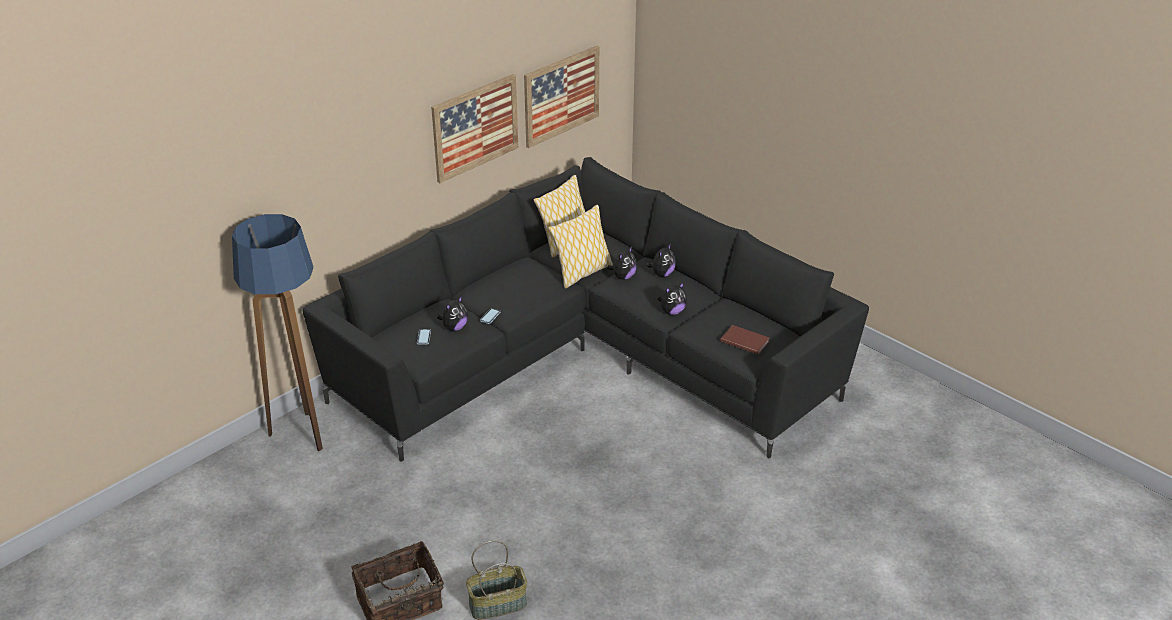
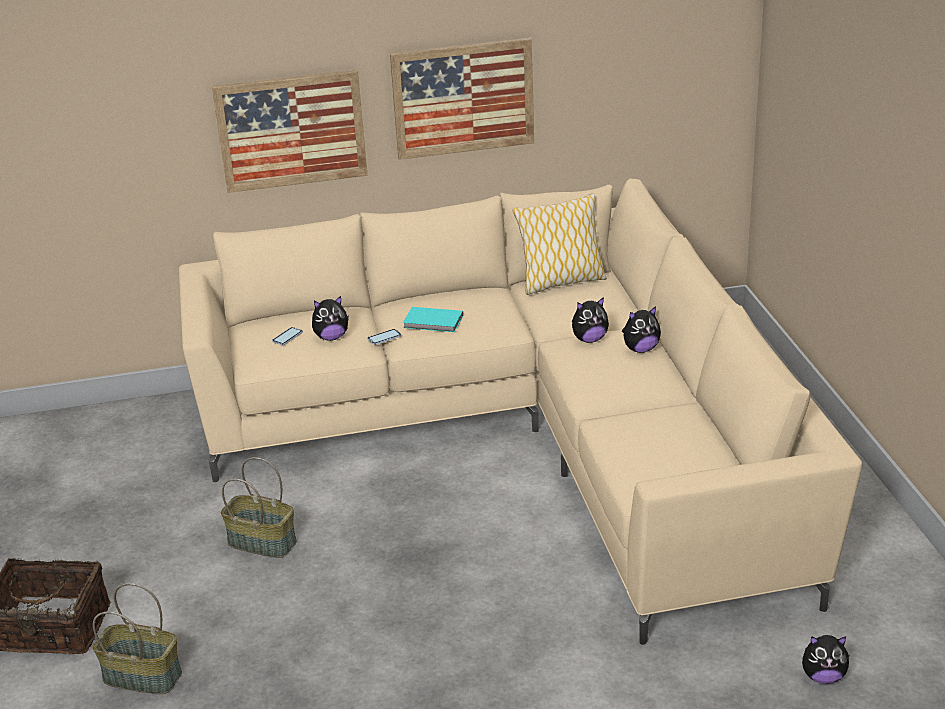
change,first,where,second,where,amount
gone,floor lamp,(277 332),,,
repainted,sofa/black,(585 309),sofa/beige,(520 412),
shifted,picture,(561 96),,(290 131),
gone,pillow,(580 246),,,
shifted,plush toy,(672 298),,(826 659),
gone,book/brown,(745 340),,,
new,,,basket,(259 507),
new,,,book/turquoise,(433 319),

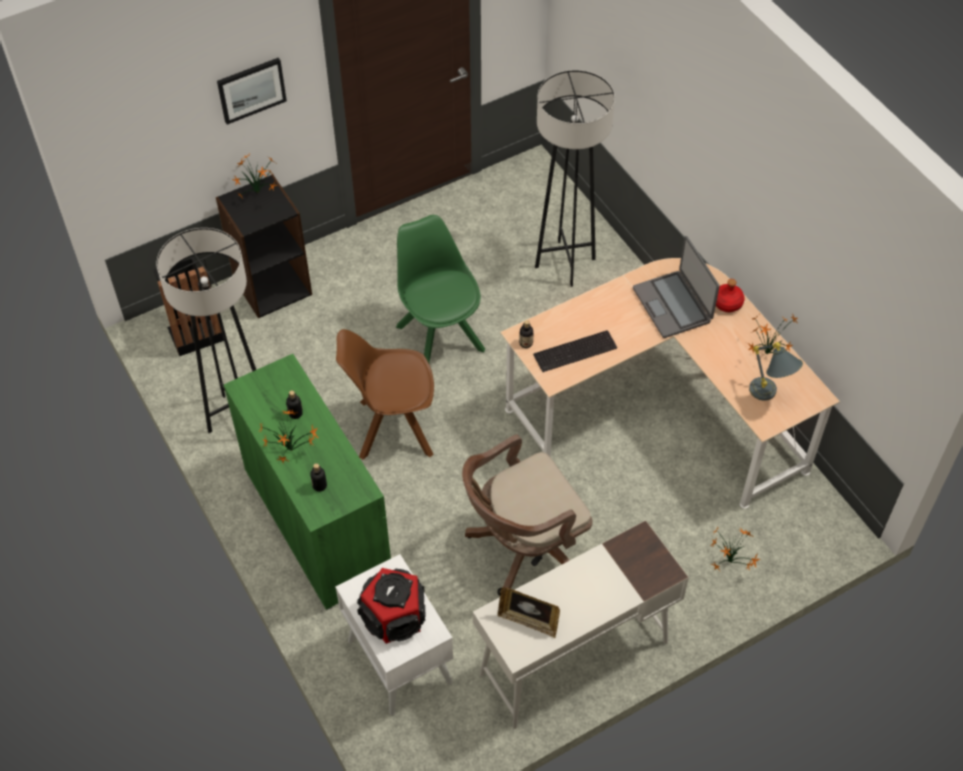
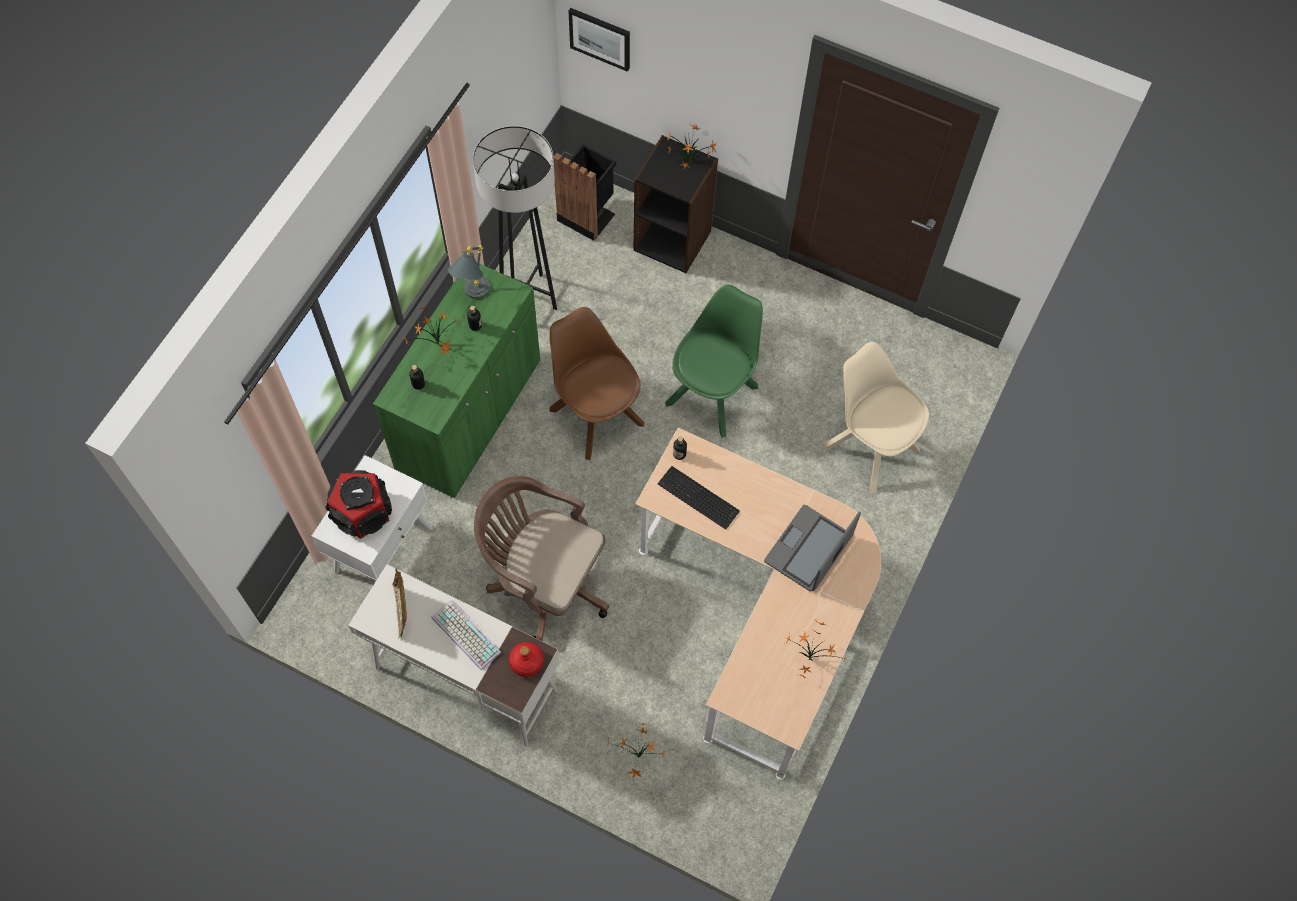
change,first,where,second,where,amount
shifted,picture,(252 91),,(599 40),
swapped,floor lamp/grey,(575 178),chair/beige,(876 417),
shifted,bottle/red,(730 295),,(526 659),
shifted,table lamp/grey,(776 371),,(469 272),
new,,,keyboard,(466 635),

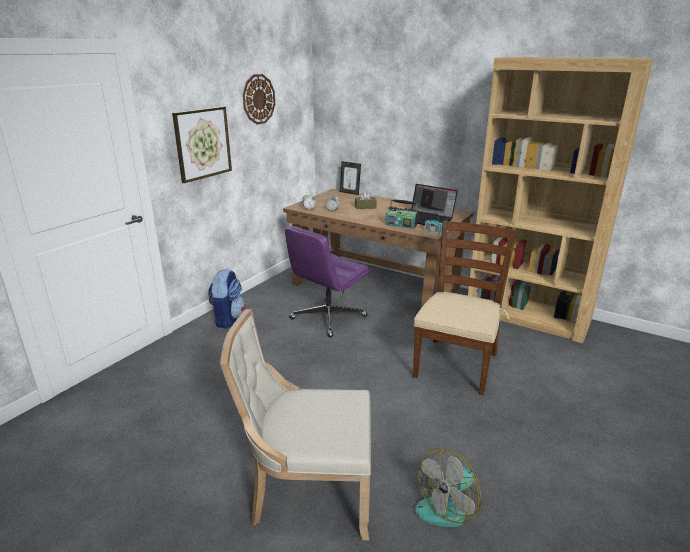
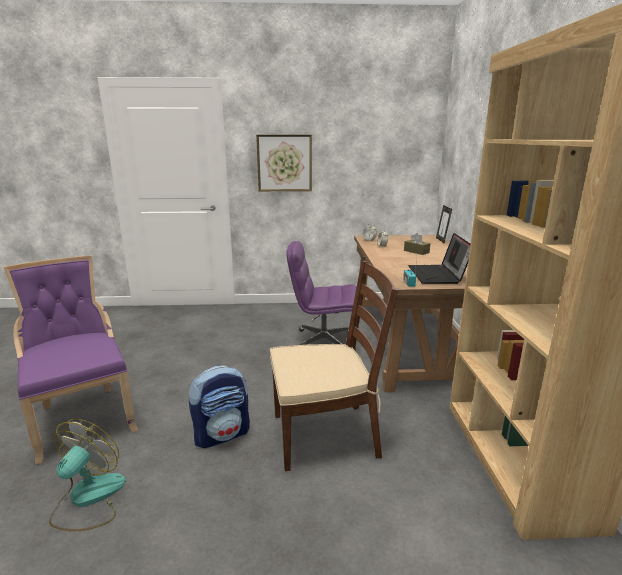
change,first,where,second,where,amount
shifted,backpack,(227 299),,(219 406),
repainted,chair/beige,(295 425),chair/purple,(71 360),
gone,wall clock,(259 99),,,
gone,radio,(402 214),,,
rotated,fan,(448 487),,(87 475),90 degrees clockwise

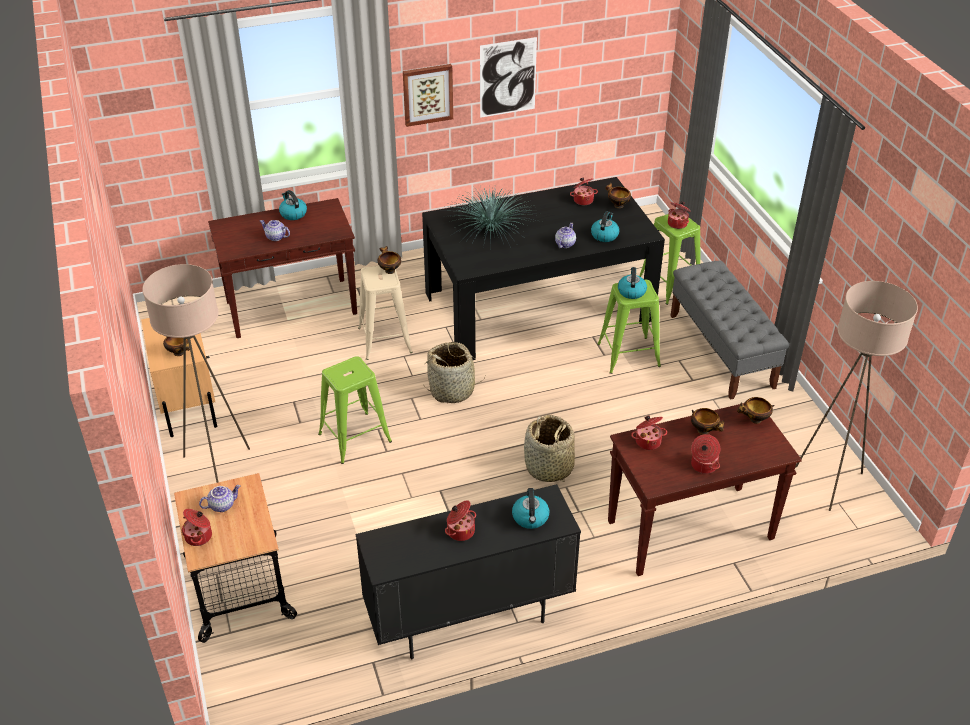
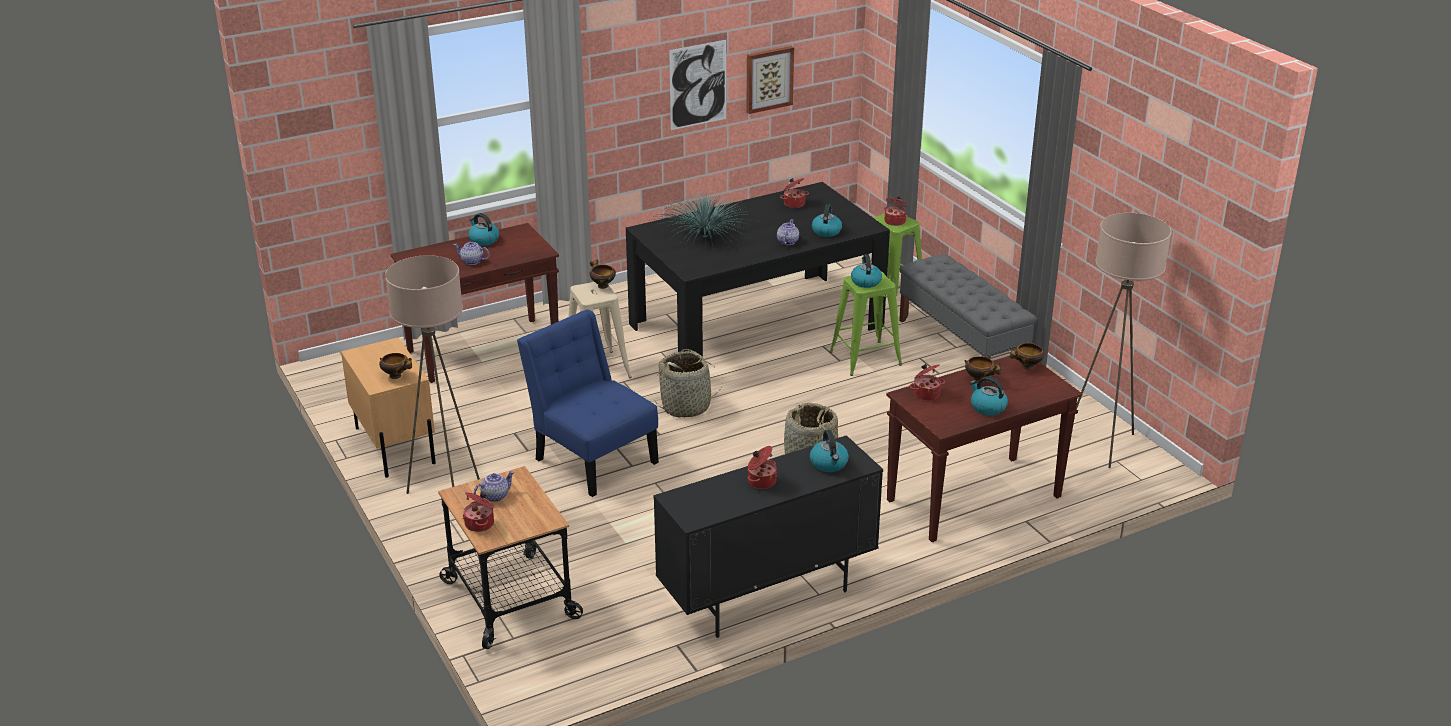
change,first,where,second,where,amount
swapped,stool/green,(355 410),chair/blue,(588 403),
shifted,picture,(428 95),,(770 80),
gone,bowl,(618 195),,,
swapped,cooking pot,(705 454),kettle,(989 396),

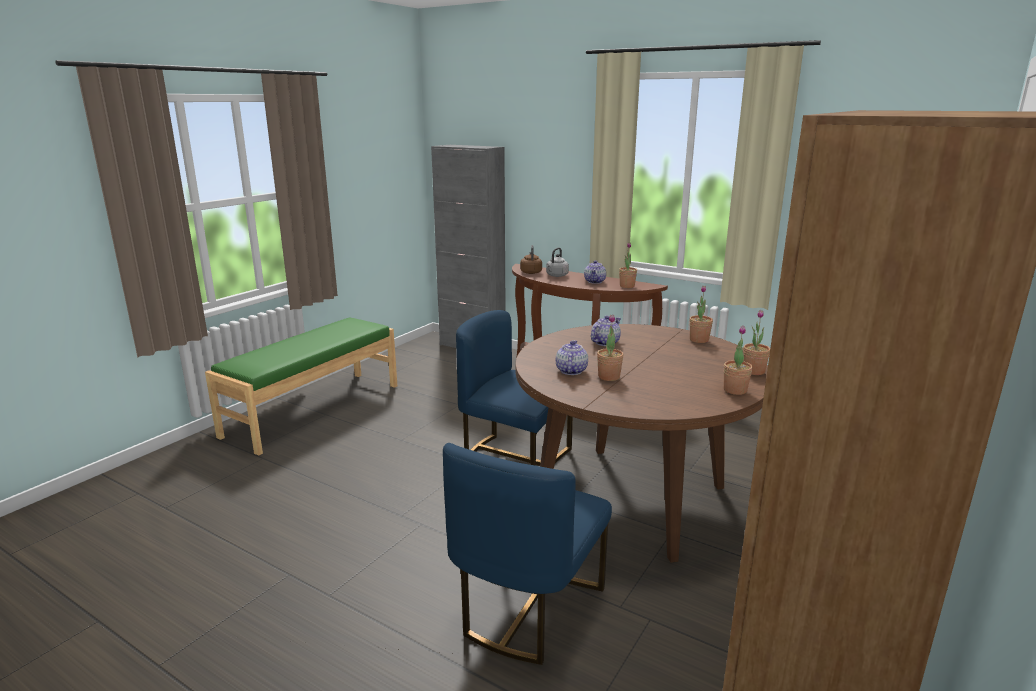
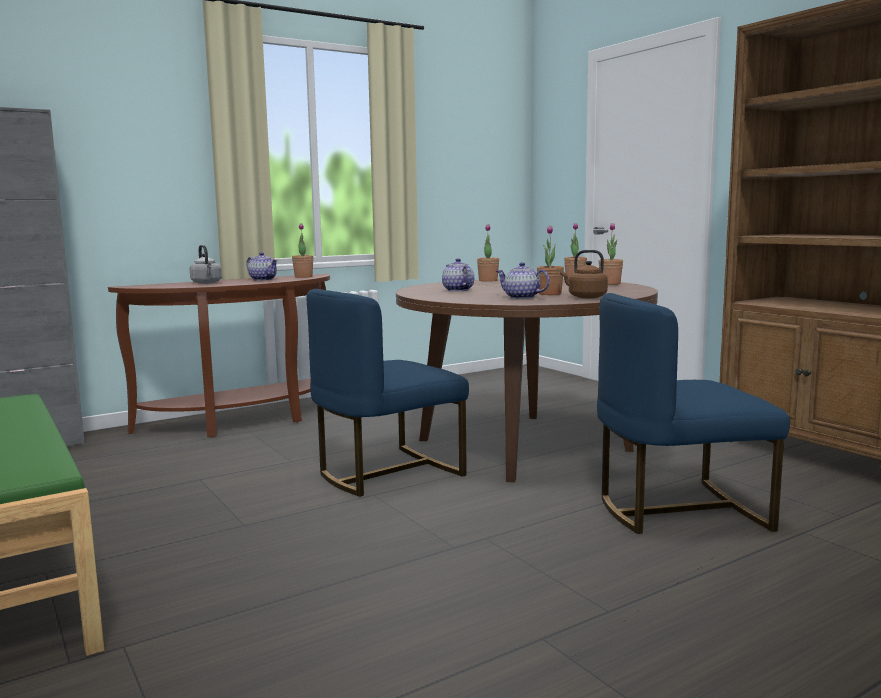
change,first,where,second,where,amount
rotated,chair/blue,(527 554),,(693 413),120 degrees clockwise
shifted,kettle/brown,(531 259),,(584 274),

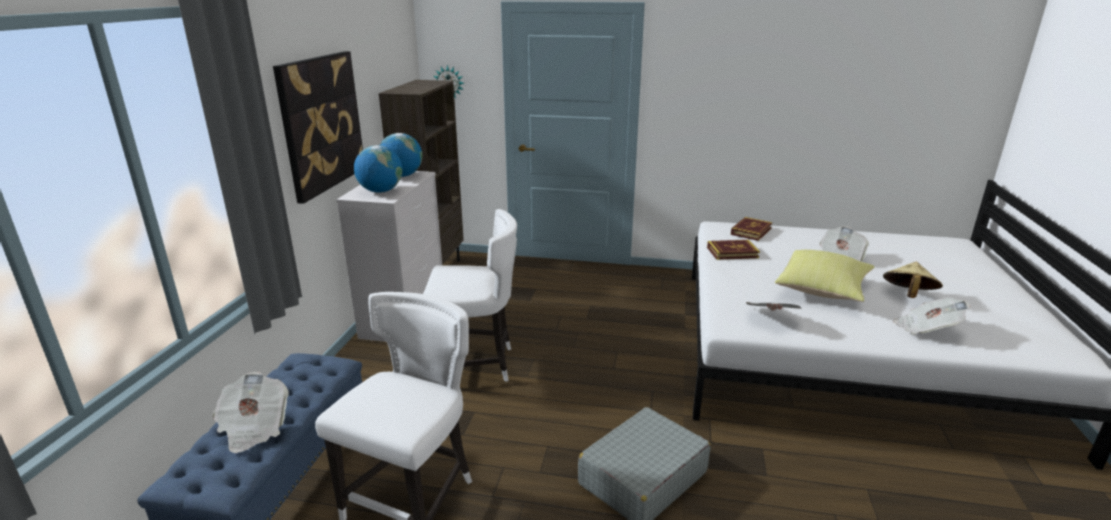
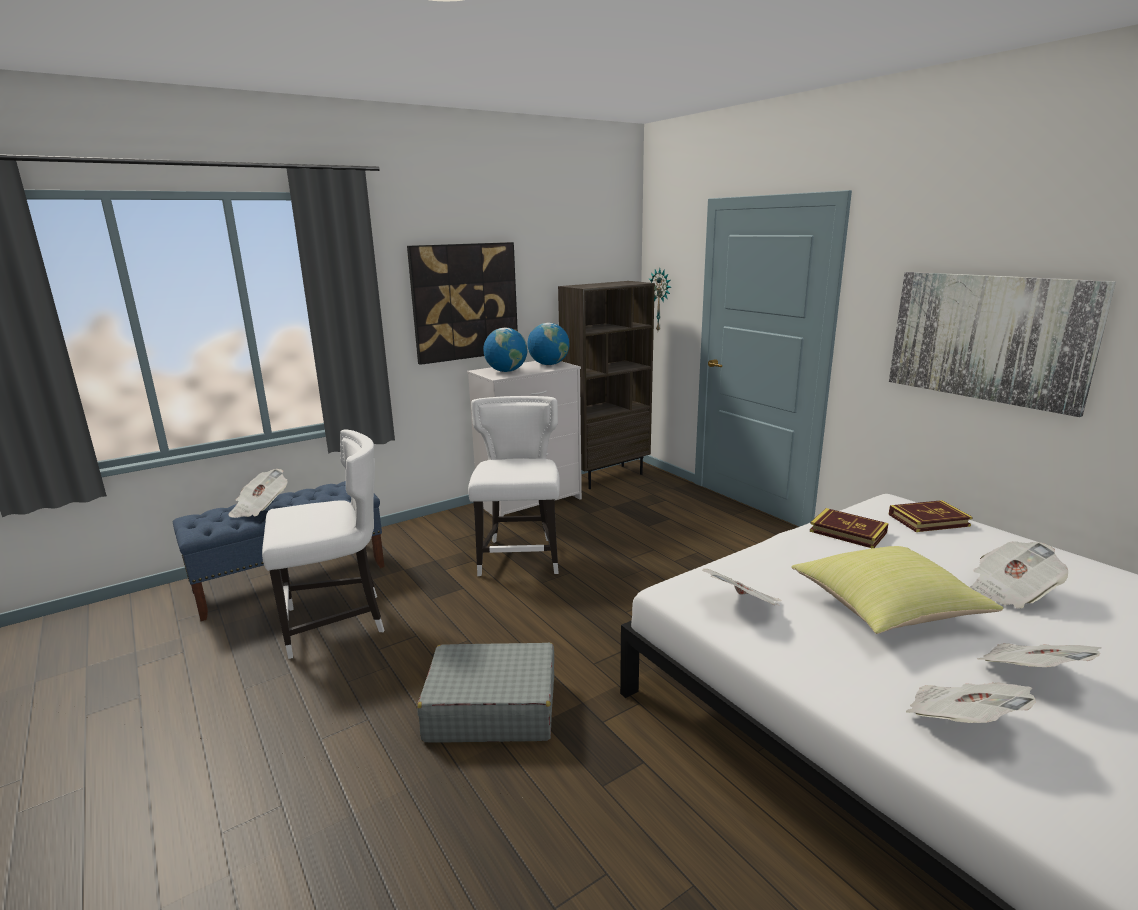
change,first,where,second,where,amount
rotated,chair/white,(470 295),,(514 486),135 degrees counterclockwise
swapped,hat/beige,(913 280),newspaper,(1040 655),
new,,,picture,(1002 344),

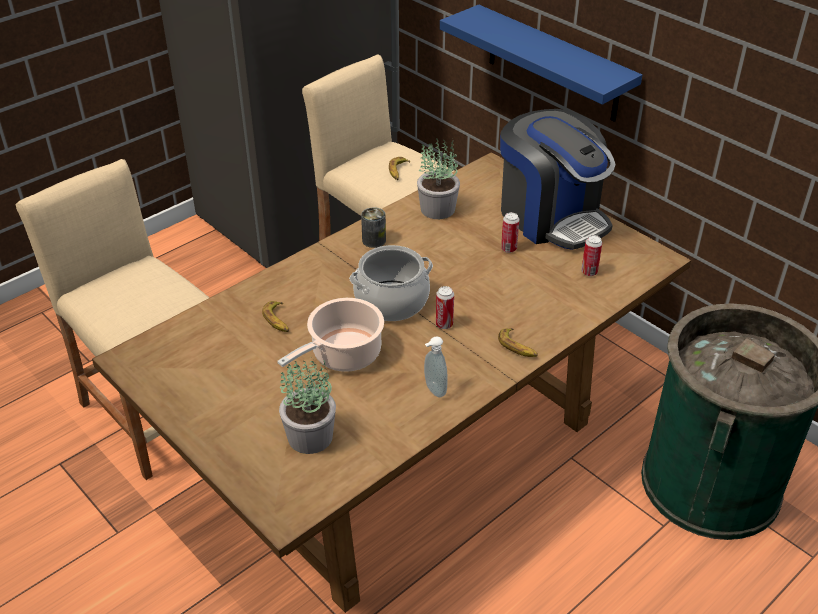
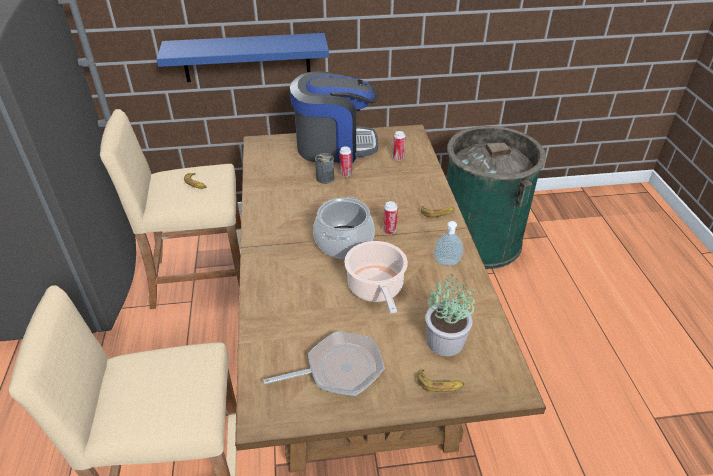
change,first,where,second,where,amount
shifted,banana,(275 316),,(441 381),
shifted,can,(373 227),,(324 168),
gone,potted plant,(438 178),,,
new,,,frying pan,(324 363),

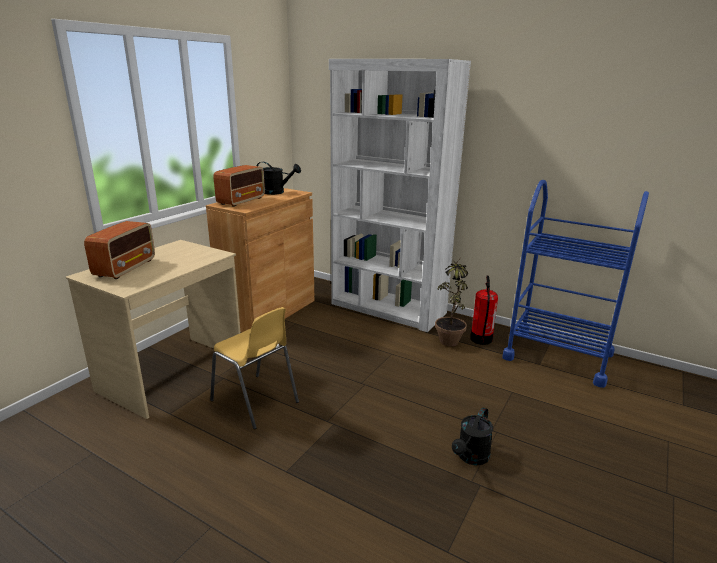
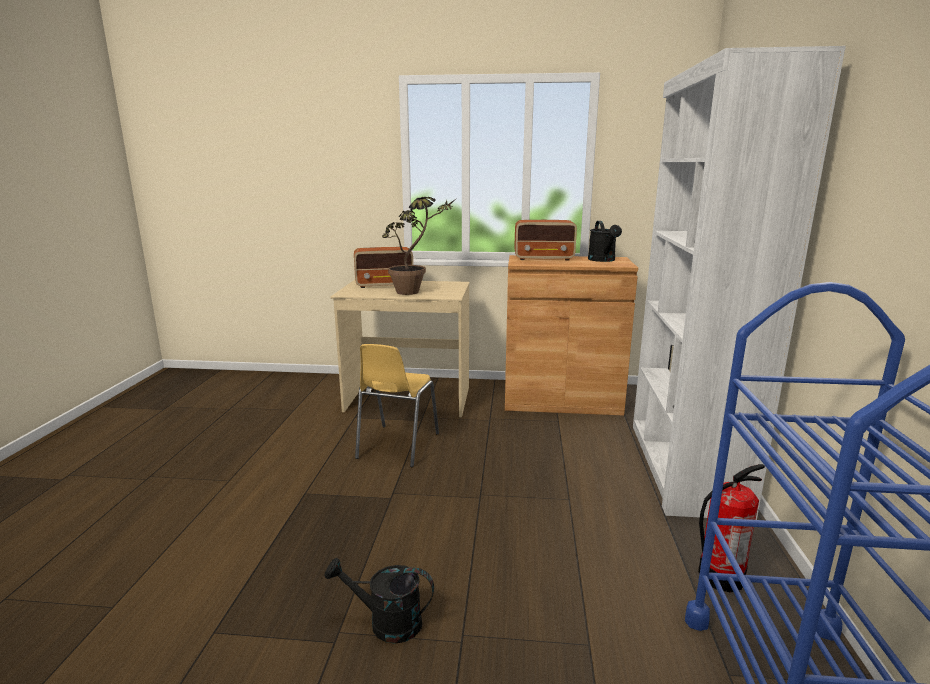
change,first,where,second,where,amount
shifted,potted plant,(451 303),,(419 246),

